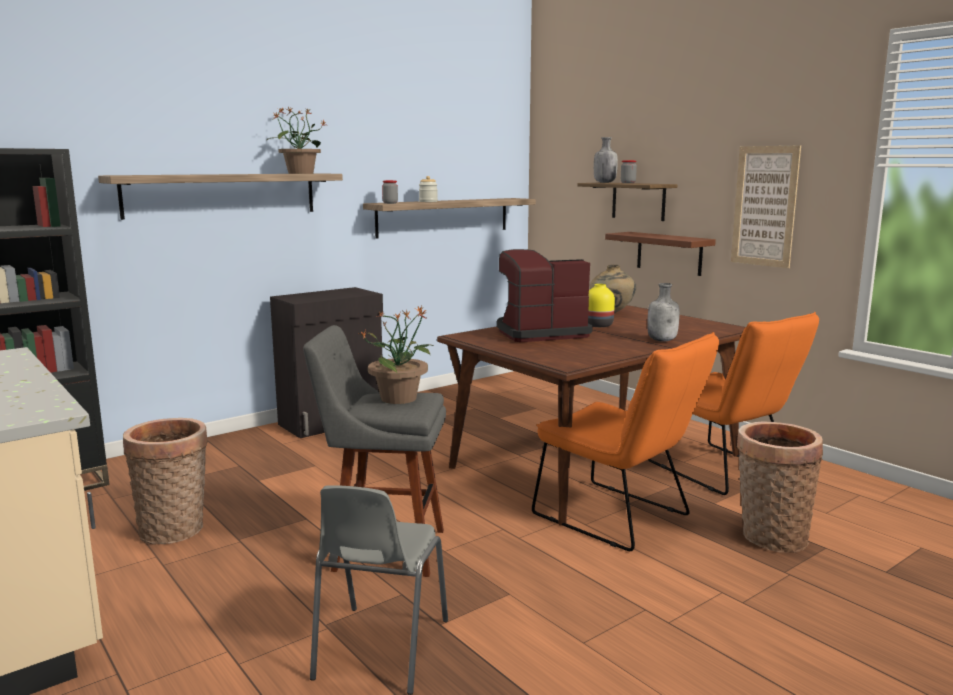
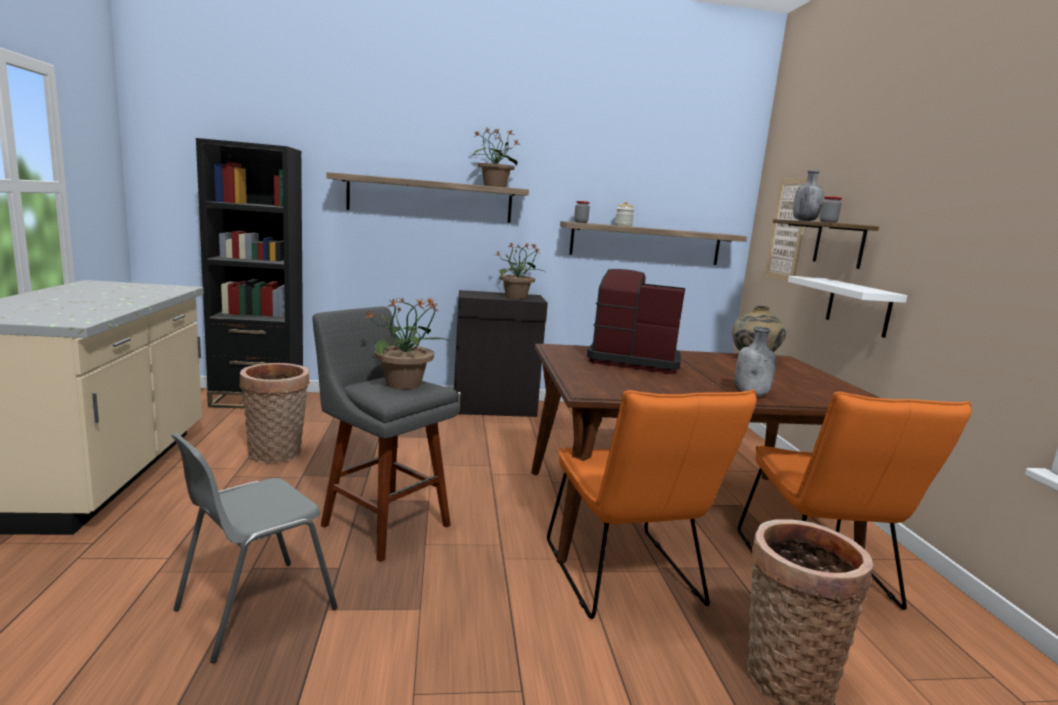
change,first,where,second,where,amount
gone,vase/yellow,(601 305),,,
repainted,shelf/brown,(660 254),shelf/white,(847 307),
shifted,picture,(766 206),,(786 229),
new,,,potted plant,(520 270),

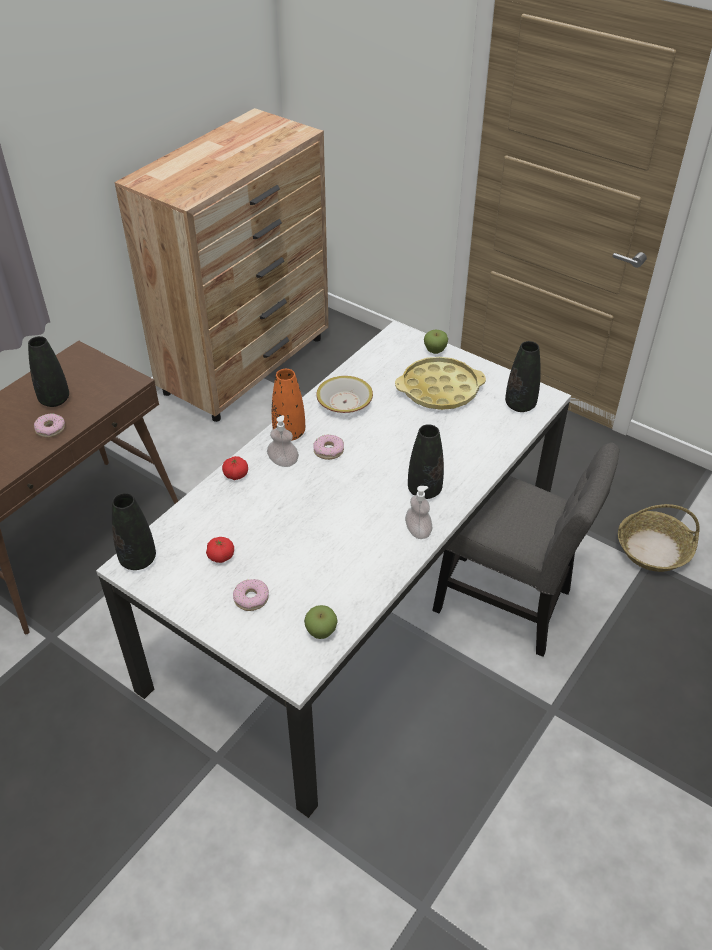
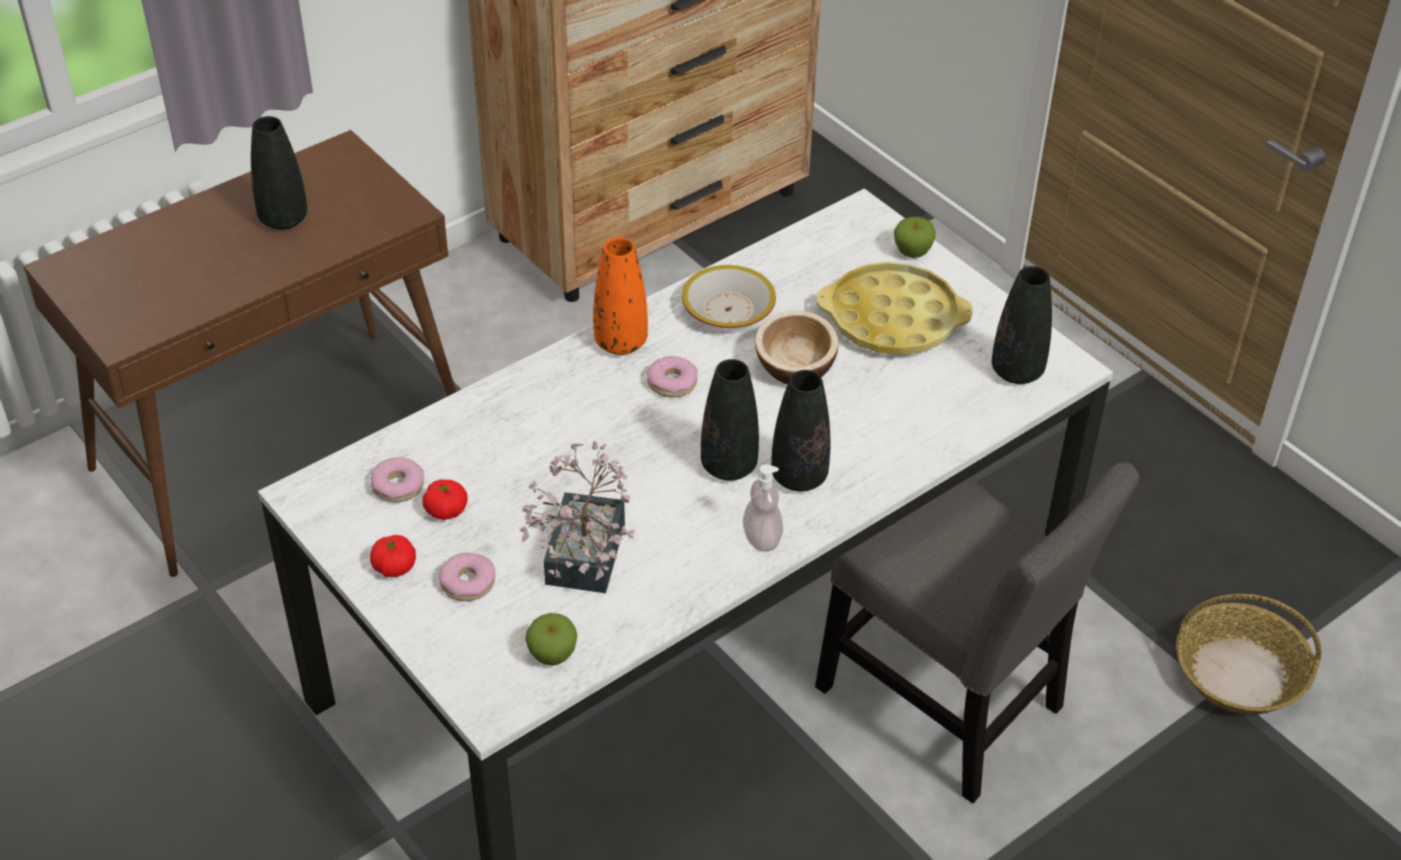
change,first,where,second,where,amount
shifted,donut,(49 425),,(397 479),
shifted,vase/black,(134 531),,(730 420),
shifted,tomato,(235 468),,(393 556),
gone,soap dispenser,(283 441),,,
new,,,potted plant,(577 516),
new,,,bowl,(797 347),

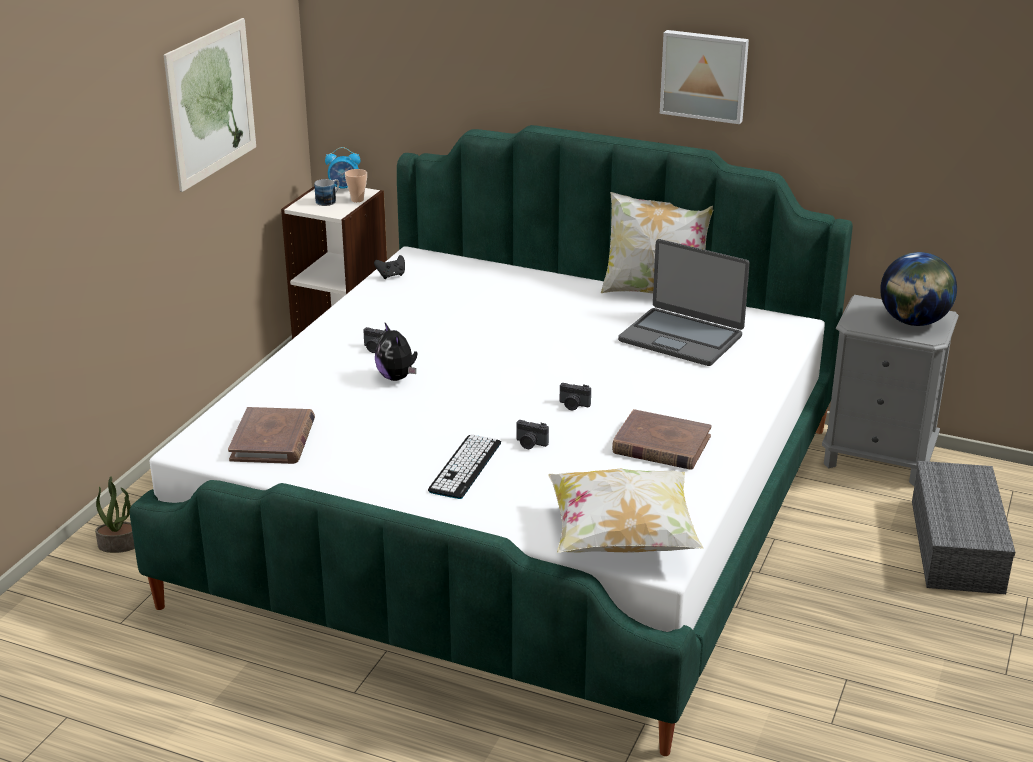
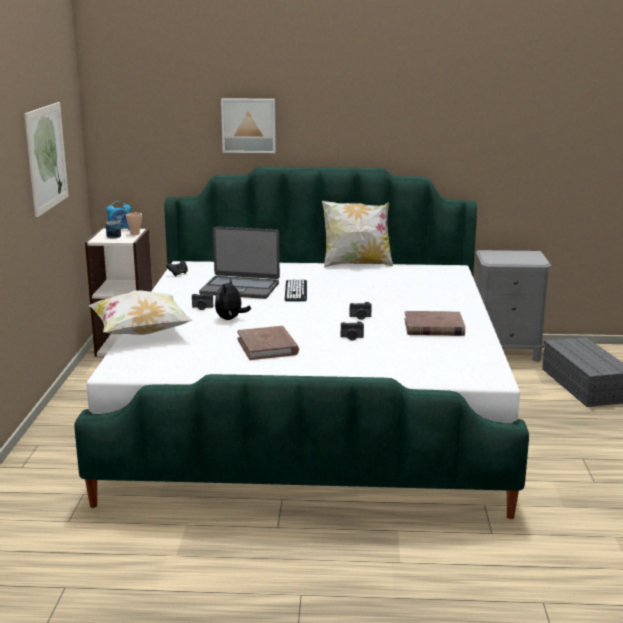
change,first,where,second,where,amount
gone,potted plant,(115 514),,,
shifted,book/brown,(271 435),,(268 343),
rotated,plush toy,(396 352),,(233 299),60 degrees clockwise
shifted,keyboard,(464 466),,(296 290),
shifted,pillow,(625 511),,(140 312),
shifted,laptop,(684 302),,(239 262),
shifted,picture,(704 77),,(248 125),
gone,globe,(918 289),,,

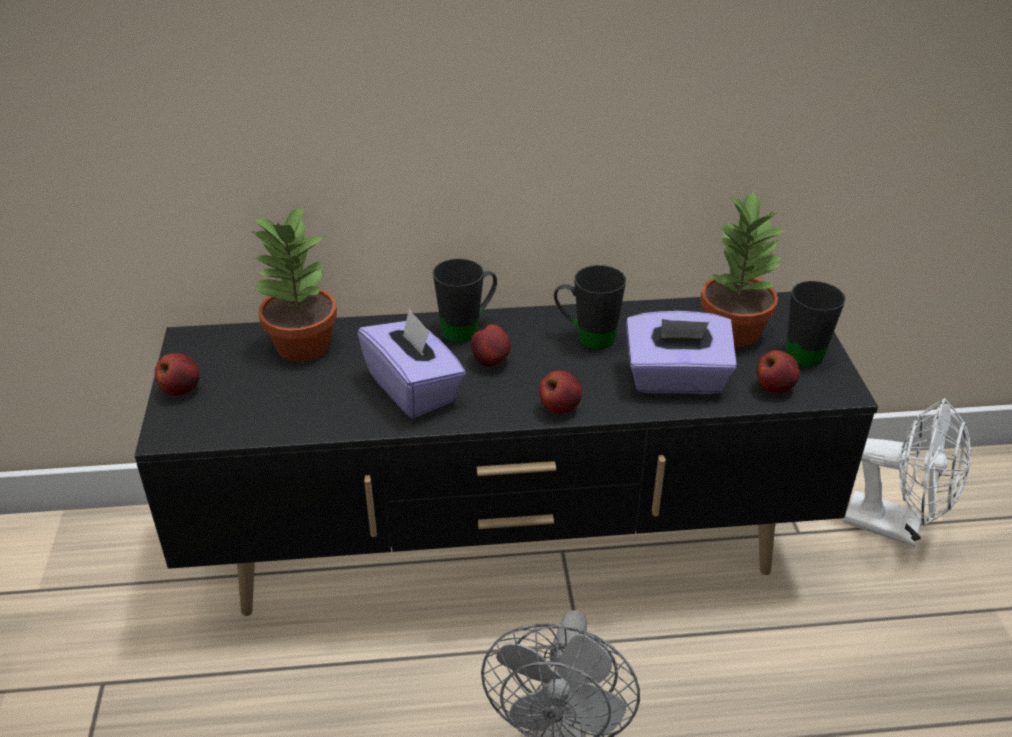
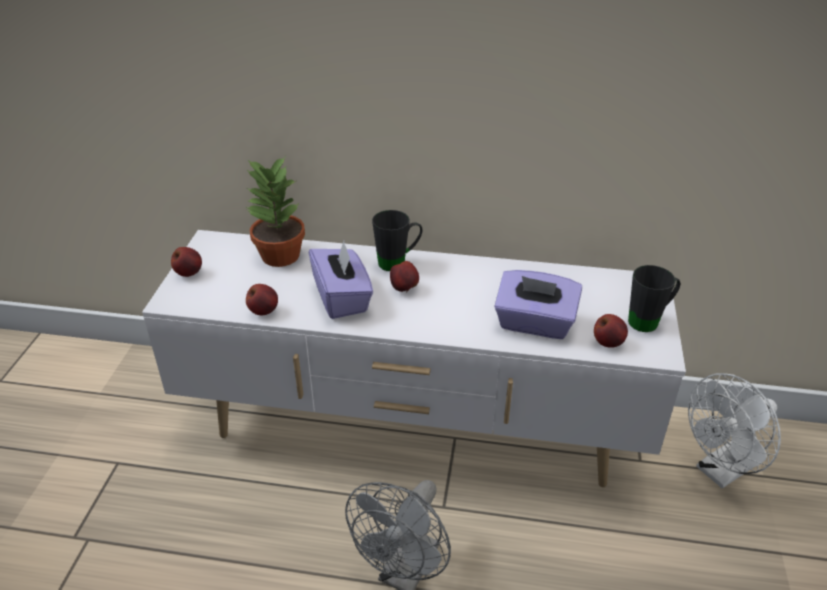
change,first,where,second,where,amount
repainted,tv stand/black,(506 454),tv stand/white,(414 358),
shifted,apple,(560 392),,(262 299),
gone,mug/black,(590 307),,,
gone,potted plant,(743 268),,,
rotated,fan/white,(907 472),,(734 430),105 degrees clockwise

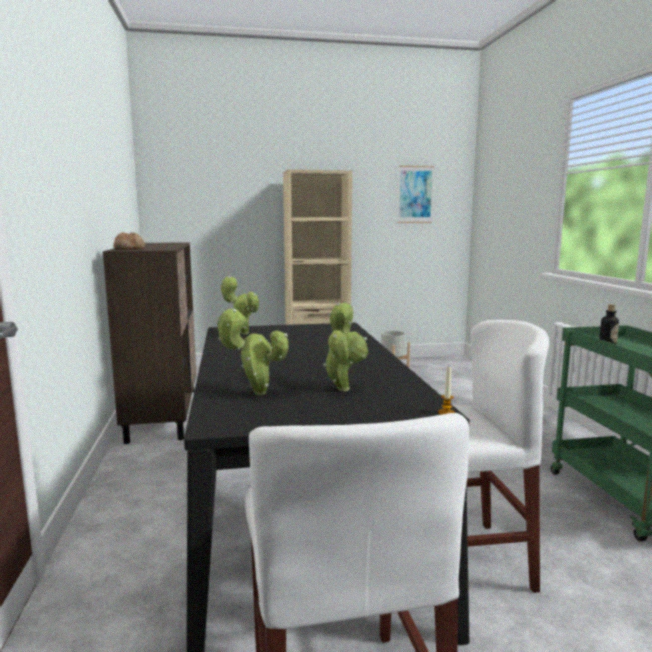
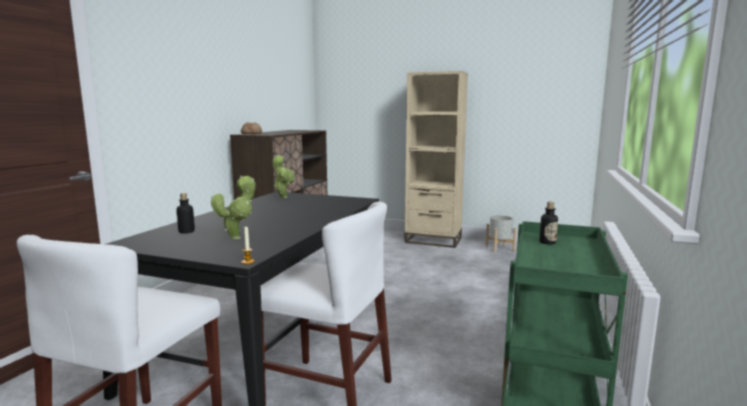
change,first,where,second,where,amount
swapped,potted plant,(251 352),bottle,(186 213),
gone,picture,(415 194),,,

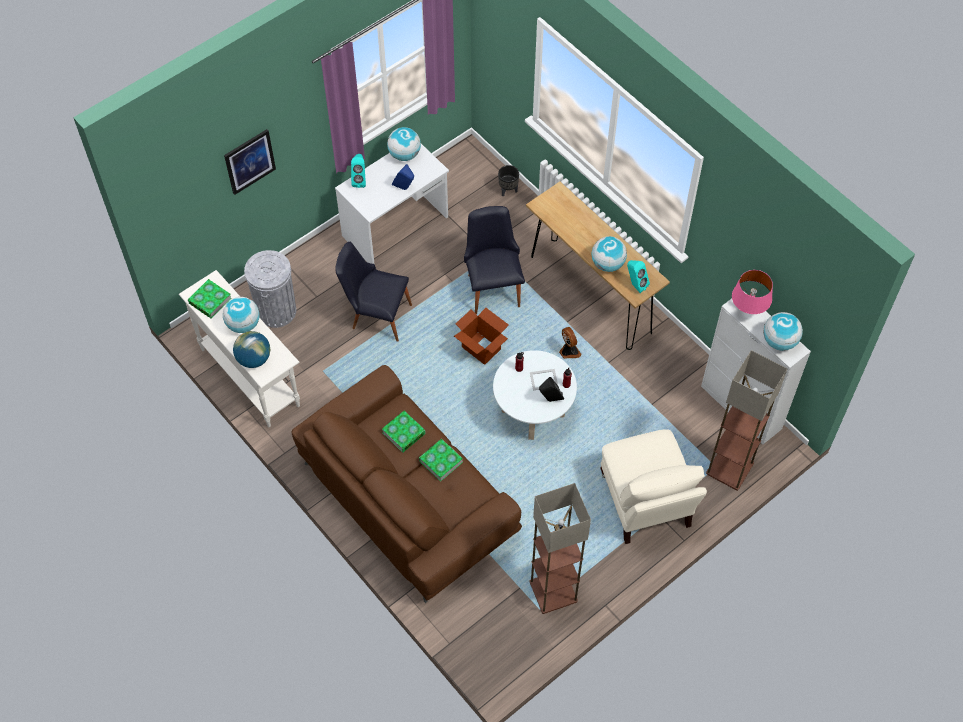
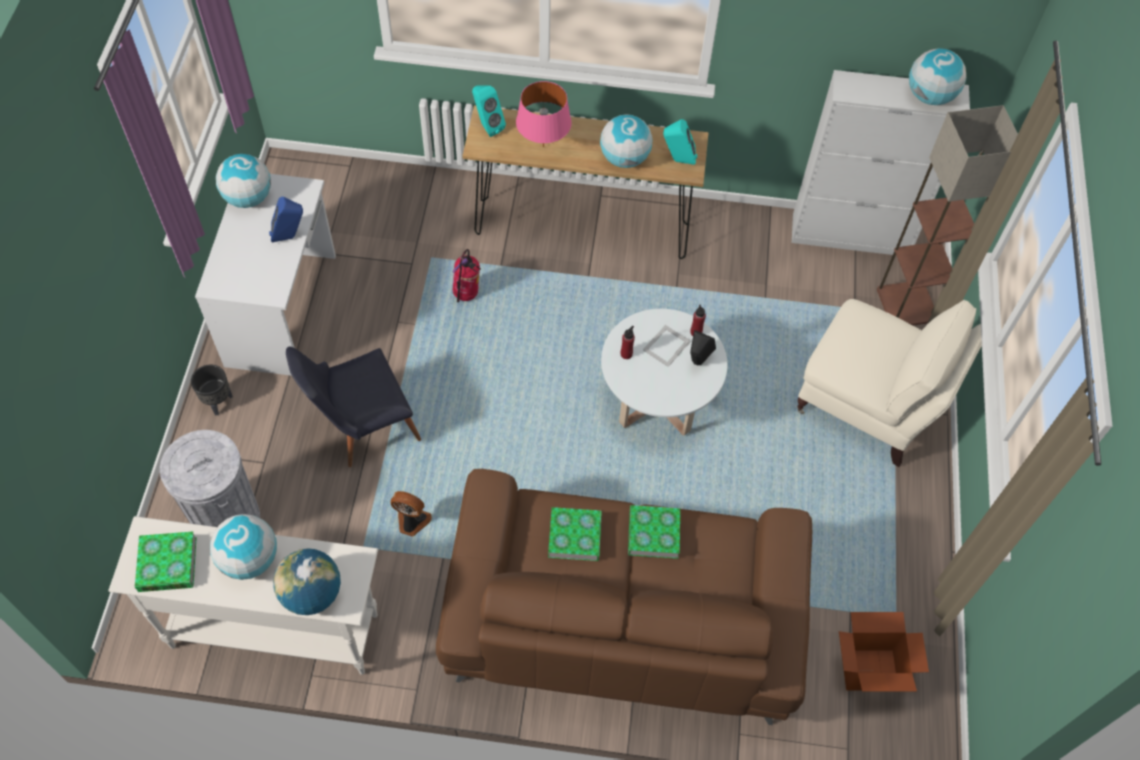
change,first,where,second,where,amount
gone,picture,(250 162),,,
shifted,speaker/turquoise,(358 171),,(489 111),
shifted,cardboard box,(481 336),,(884 652),
swapped,chair/black,(494 260),fire extinguisher,(466 275),
shifted,planter/black,(508 181),,(212 390),
gone,floor lamp,(560 548),,,
shifted,fan,(570 343),,(411 514),
shifted,table lamp/pink,(752 292),,(544 114),

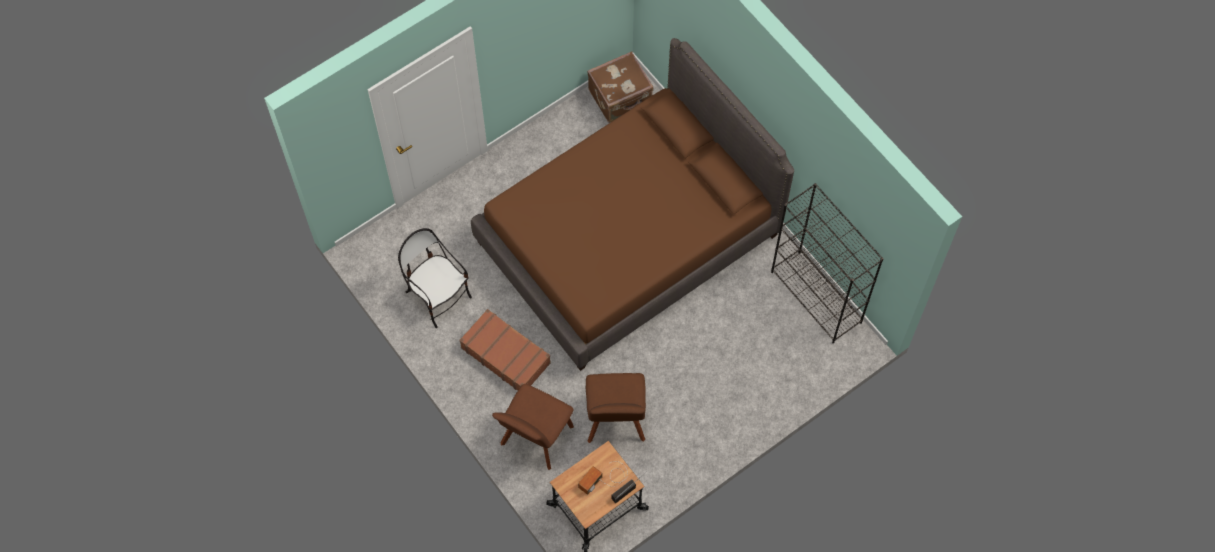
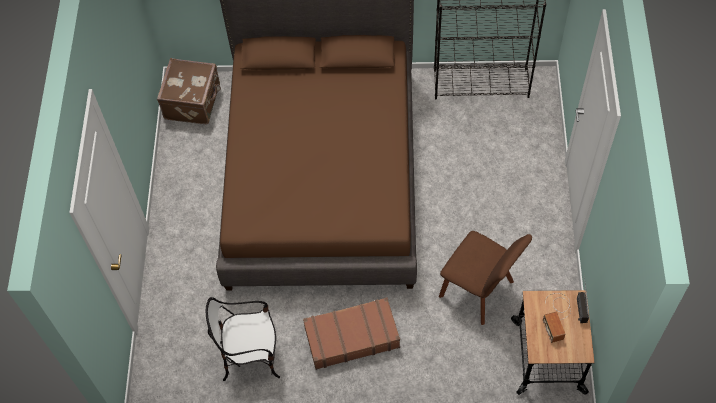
change,first,where,second,where,amount
gone,chair/brown,(533 427),,,

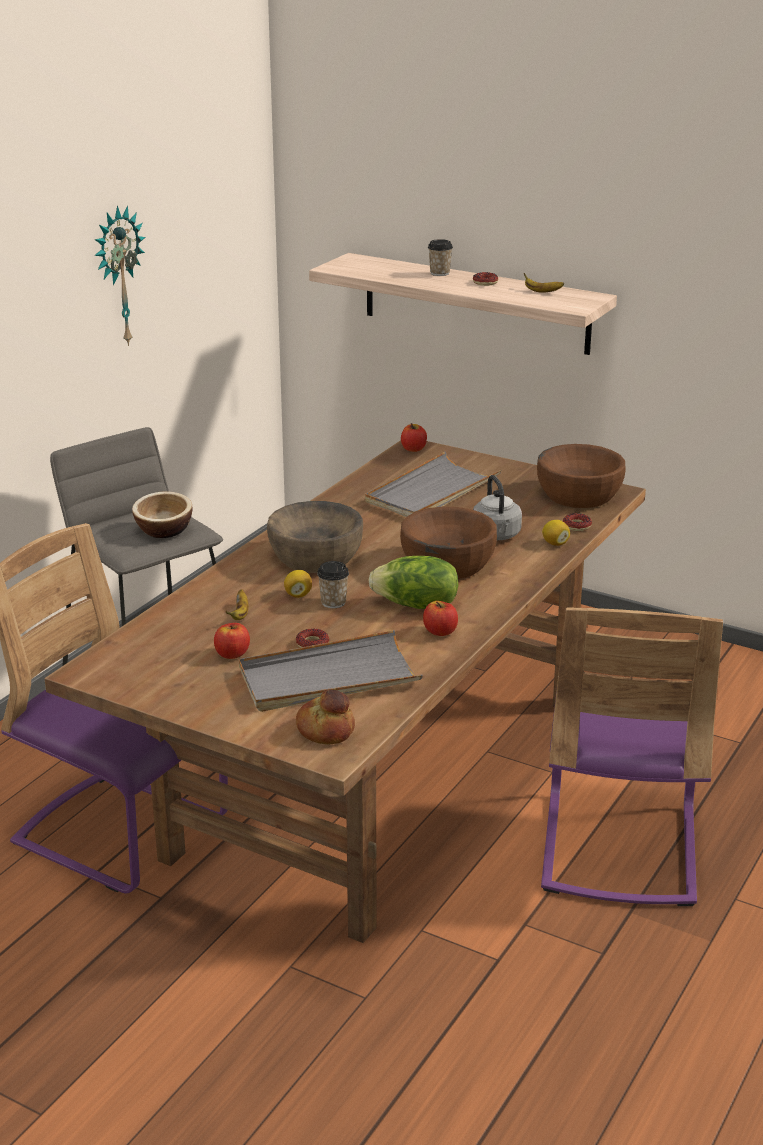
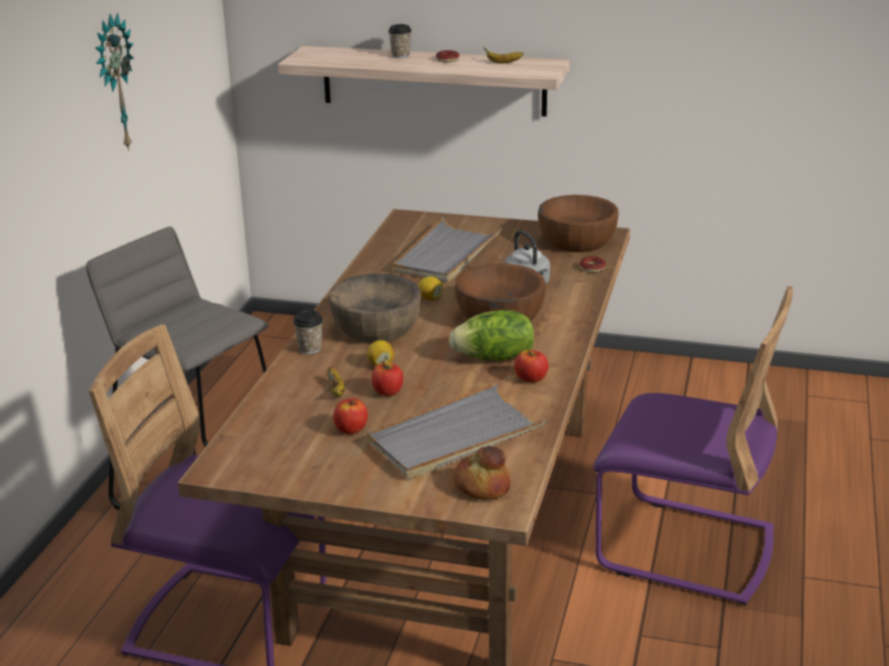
change,first,where,second,where,amount
gone,bowl,(162 515),,,
gone,donut,(312 638),,,
shifted,cup,(333 584),,(308 332),
shifted,apple,(414 437),,(387 379),
rotated,chair/purple,(632 756),,(693 445),60 degrees counterclockwise
shifted,lemon,(556 533),,(431 288),

